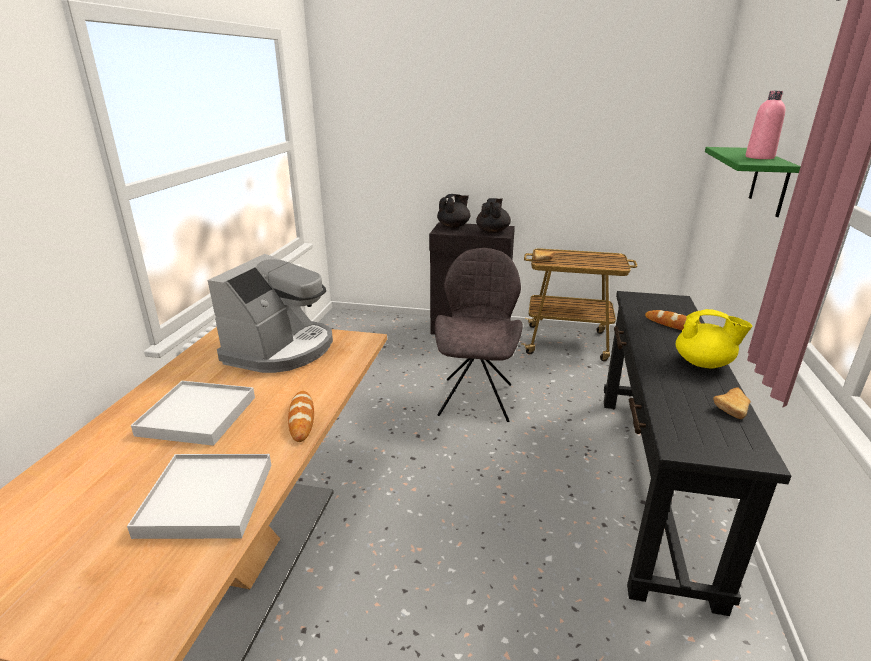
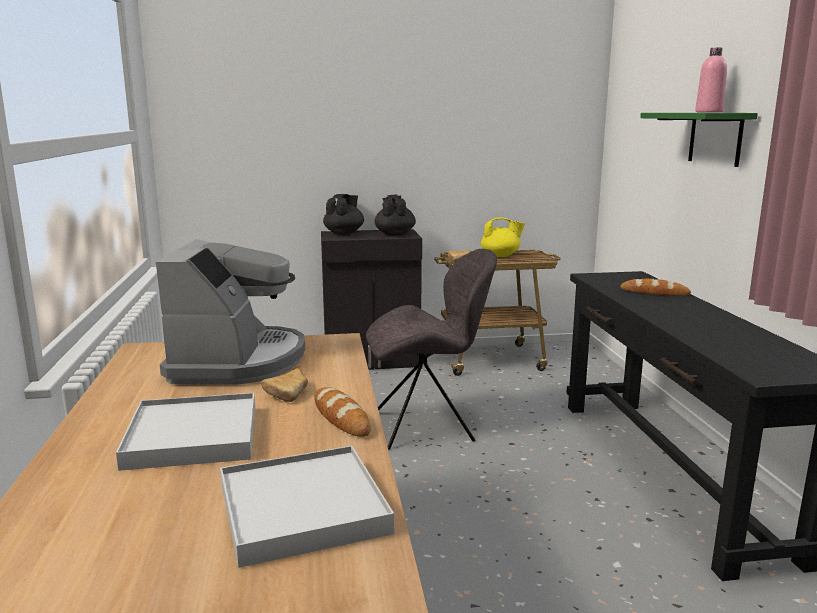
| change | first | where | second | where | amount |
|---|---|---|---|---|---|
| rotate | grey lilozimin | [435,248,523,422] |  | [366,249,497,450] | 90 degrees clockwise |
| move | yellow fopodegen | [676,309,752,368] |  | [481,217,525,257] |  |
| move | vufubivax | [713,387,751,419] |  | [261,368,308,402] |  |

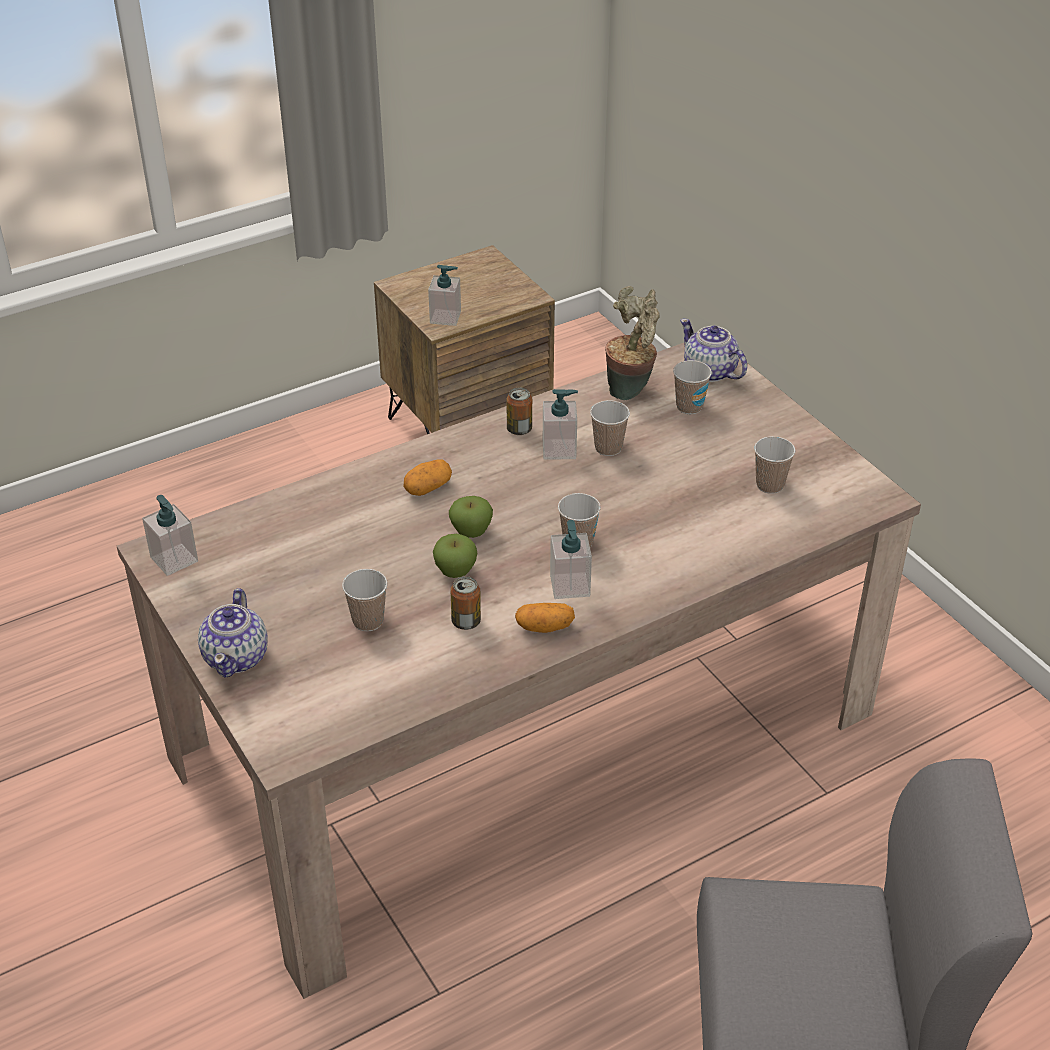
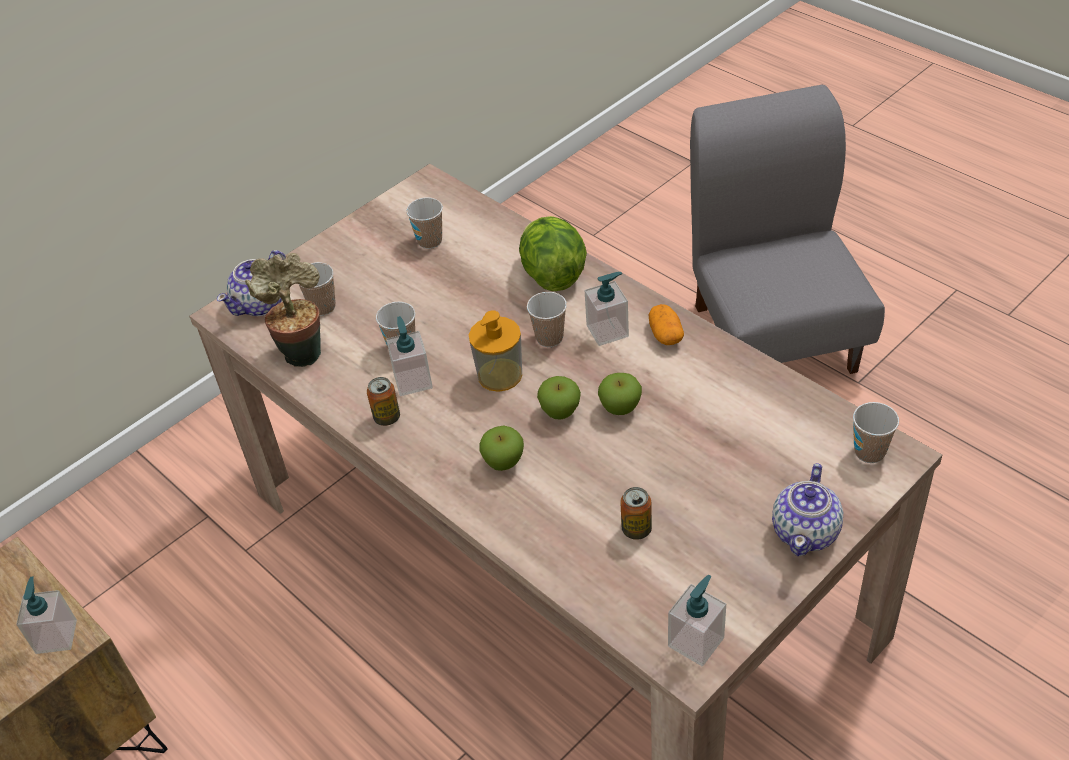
| change | first | where | second | where | amount |
|---|---|---|---|---|---|
| replace | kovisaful | [404,460,452,496] | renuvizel | [479,425,524,471] |  |
| move | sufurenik | [342,569,387,631] |  | [853,402,899,463] |  |
| move | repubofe | [451,576,481,630] |  | [620,487,652,540] |  |
| rotate | fopodegen | [198,588,268,677] |  | [772,463,843,556] | 120 degrees clockwise |
| insert |  |  | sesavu | [519,216,587,291] |  |
| insert |  |  | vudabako | [469,310,522,392] |  |

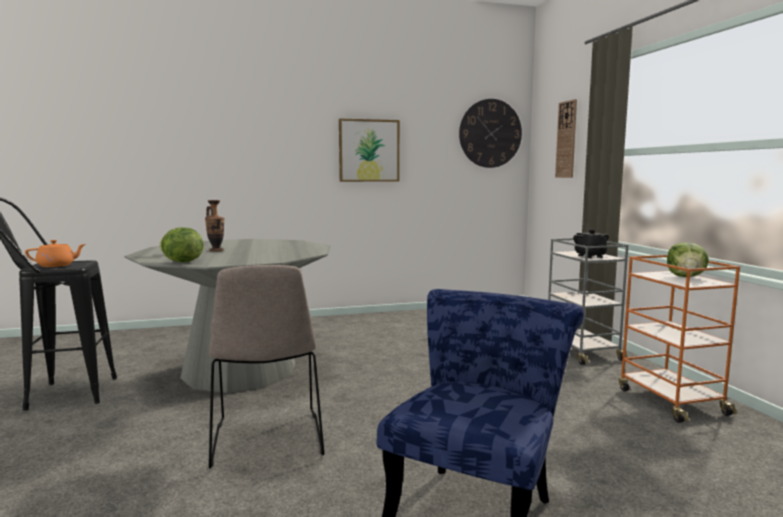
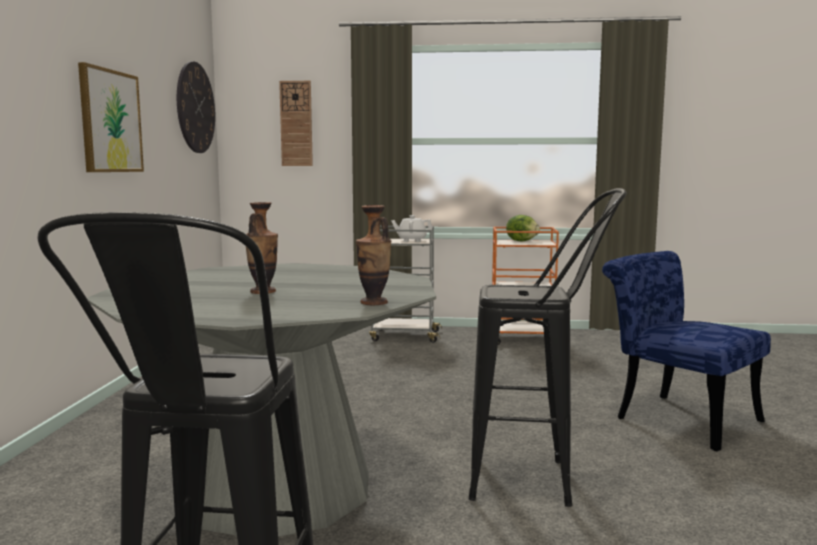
| change | first | where | second | where | amount |
|---|---|---|---|---|---|
| replace | sesavu | [159,227,204,262] | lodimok | [356,205,391,305] |  |
| recolor | black fopodegen | [573,230,609,258] | white fopodegen | [391,215,432,242] |  |
| delete | orange fopodegen | [25,240,86,267] |  |  |  |
| replace | beige lilozimin | [209,265,324,469] | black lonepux | [469,188,627,507] |  |

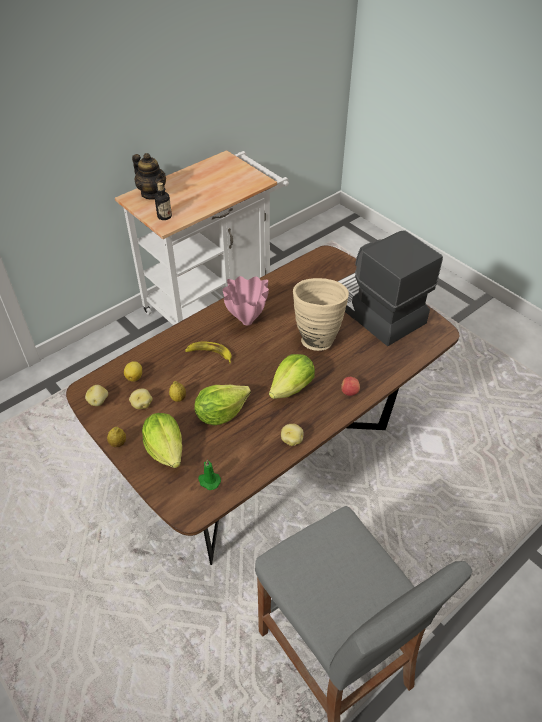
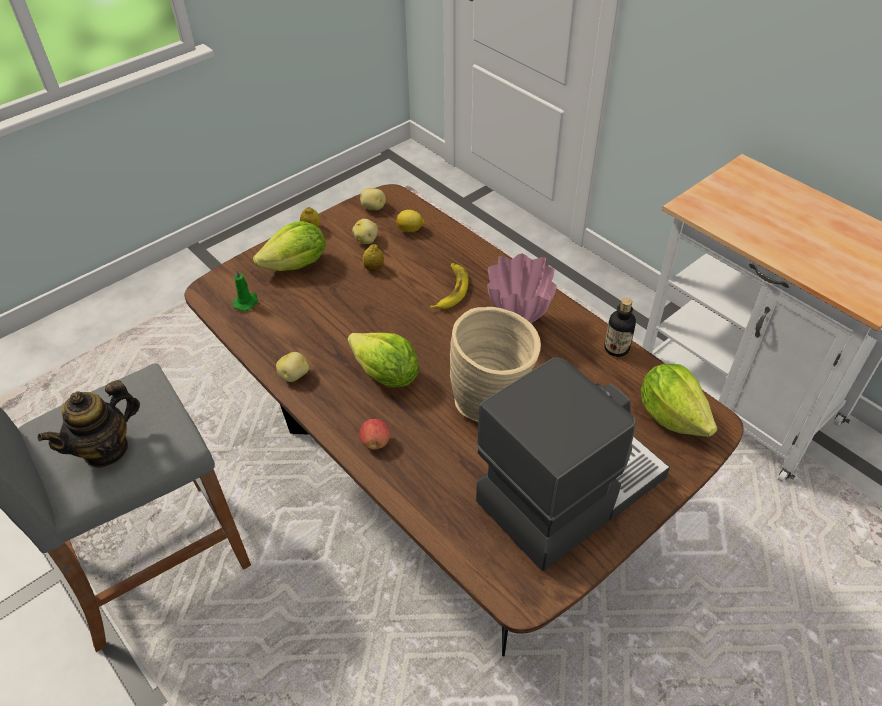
| change | first | where | second | where | amount |
|---|---|---|---|---|---|
| move | fopodegen | [132,153,166,200] |  | [38,380,140,468] |  |
| move | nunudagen | [155,182,172,220] |  | [604,298,636,357] |  |
| move | sesavu | [194,385,251,425] |  | [641,364,718,437] |  |

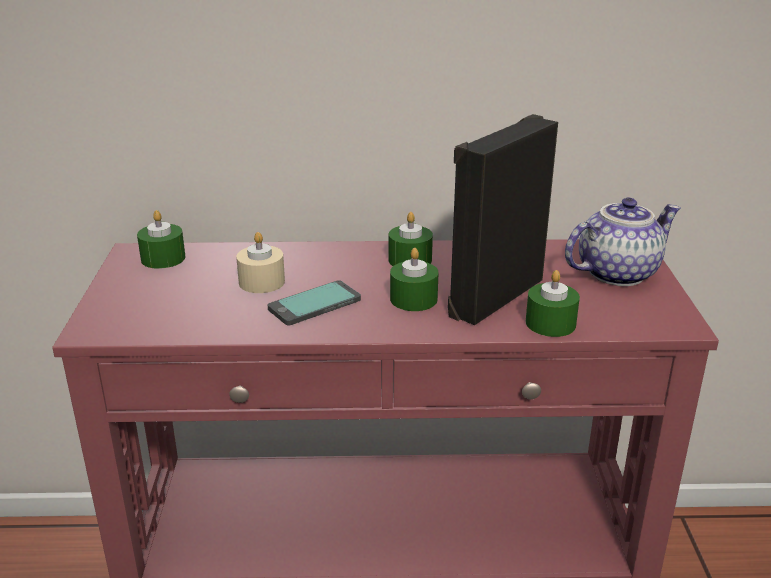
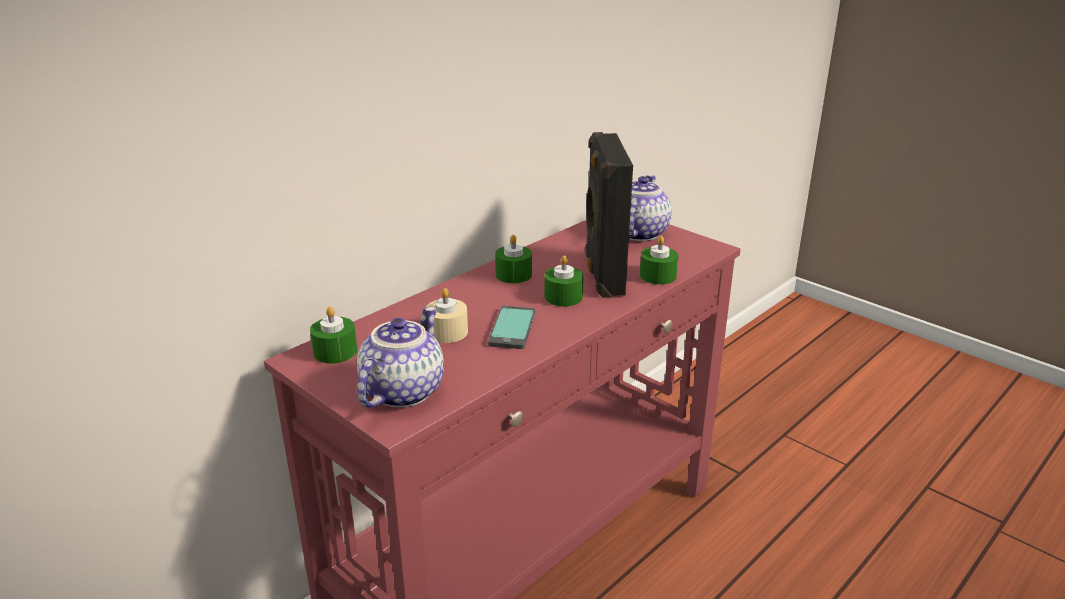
| change | first | where | second | where | amount |
|---|---|---|---|---|---|
| insert |  |  | fopodegen | [357,307,444,408] |  |

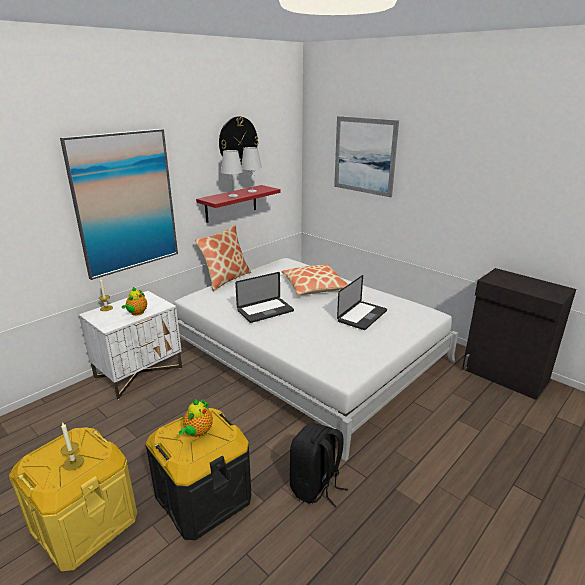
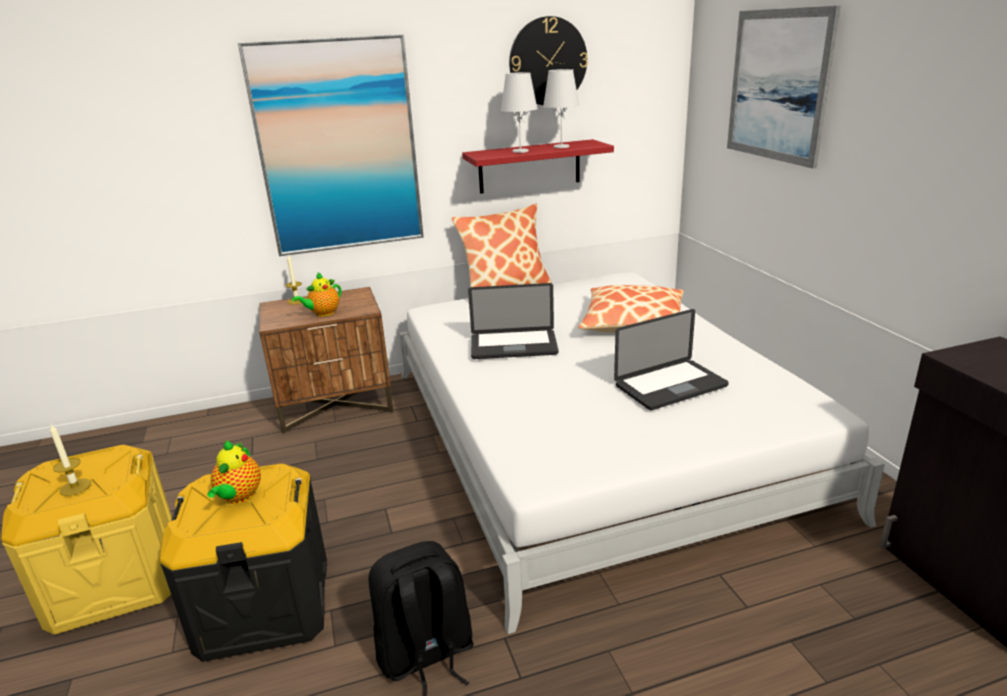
| change | first | where | second | where | amount |
|---|---|---|---|---|---|
| recolor | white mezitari | [79,291,182,400] | brown mezitari | [259,287,393,434] |  |
| rotate | fopodegen | [179,399,213,438] |  | [207,441,261,504] | 45 degrees counterclockwise |

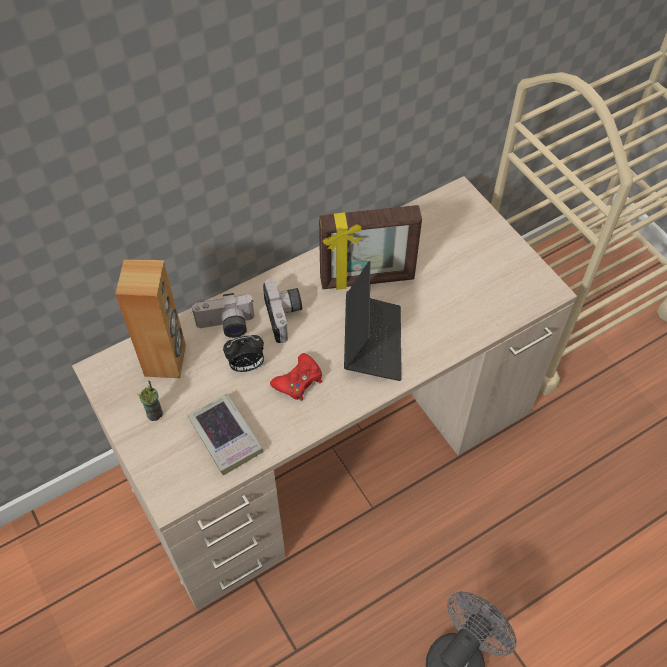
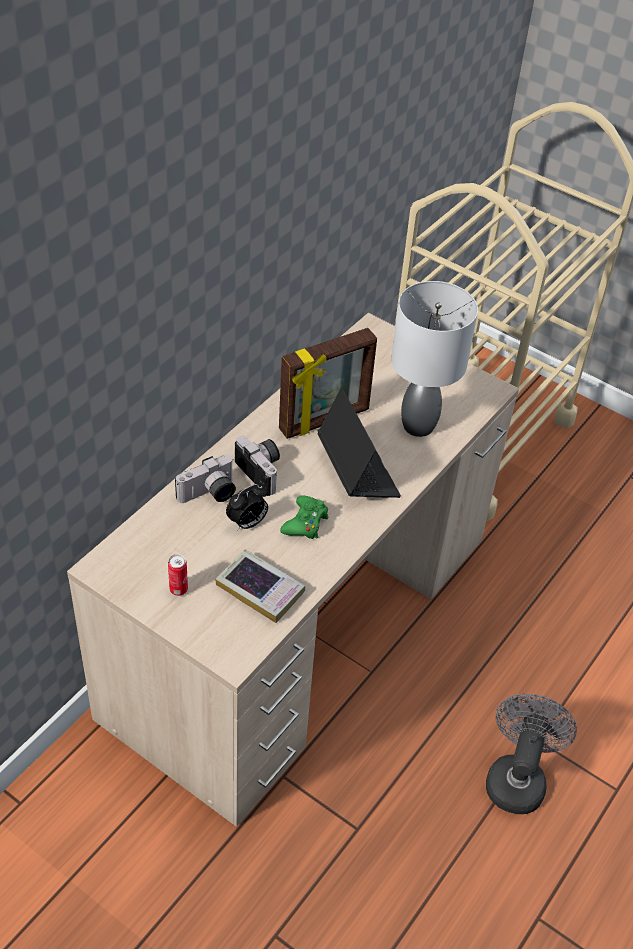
| change | first | where | second | where | amount |
|---|---|---|---|---|---|
| delete | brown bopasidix | [115,260,186,378] |  |  |  |
| recolor | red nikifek | [270,353,322,401] | green nikifek | [280,495,329,539] |  |
| replace | sufurenik | [137,380,163,421] | repubofe | [168,554,188,596] |  |
| insert |  |  | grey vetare | [391,281,478,437] |  |

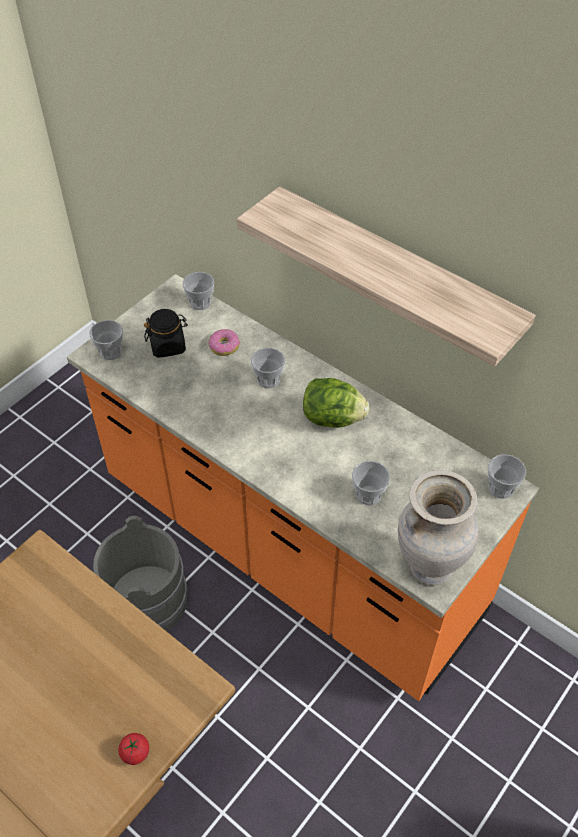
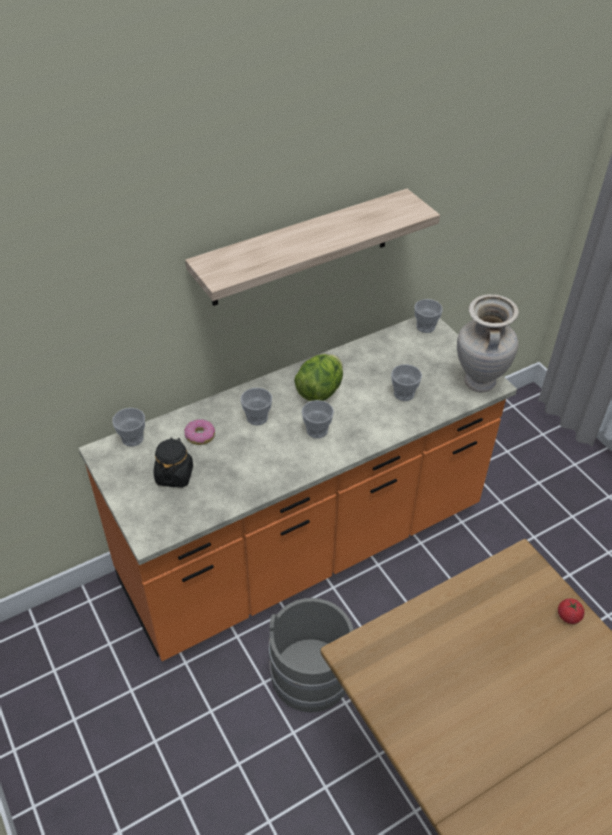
| change | first | where | second | where | amount |
|---|---|---|---|---|---|
| move | sufurenik | [90,320,123,360] |  | [302,400,334,439] |  |

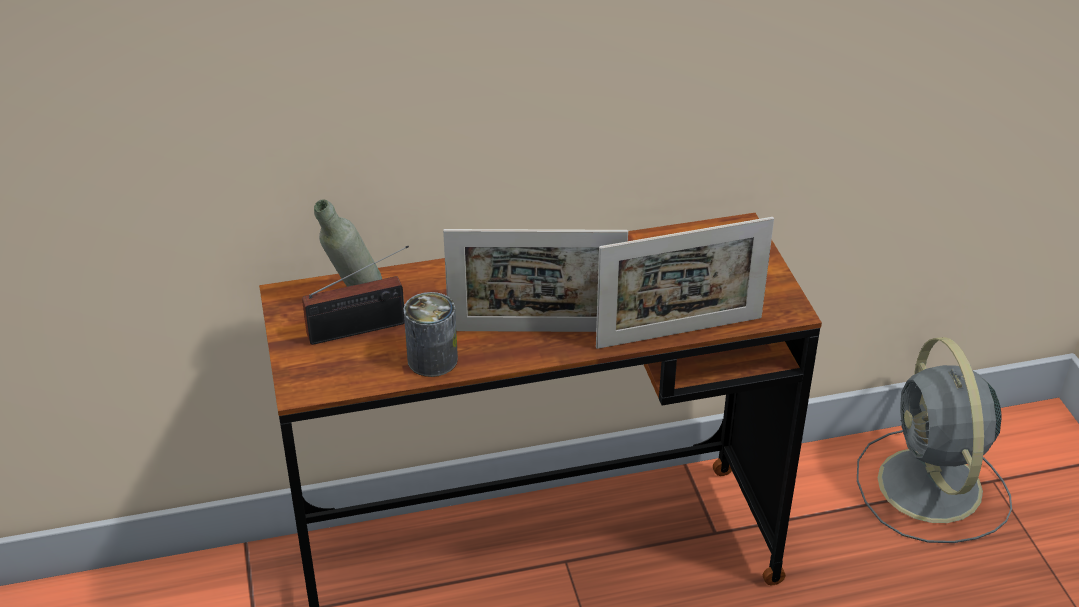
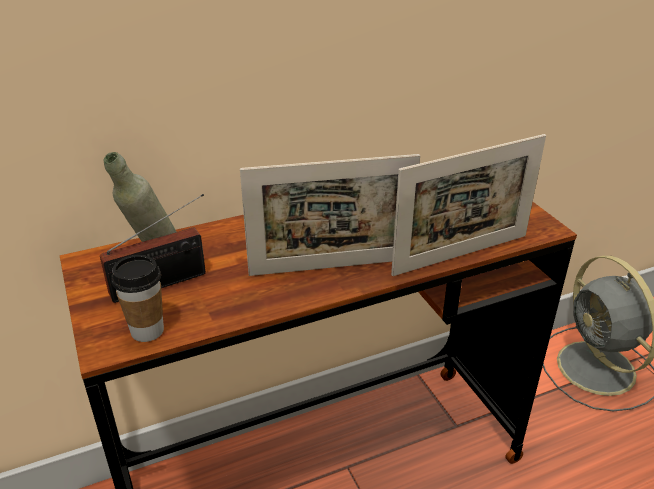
| change | first | where | second | where | amount |
|---|---|---|---|---|---|
| delete | repubofe | [404,292,458,377] |  |  |  |
| insert |  |  | sufurenik | [111,255,164,342] |  |

